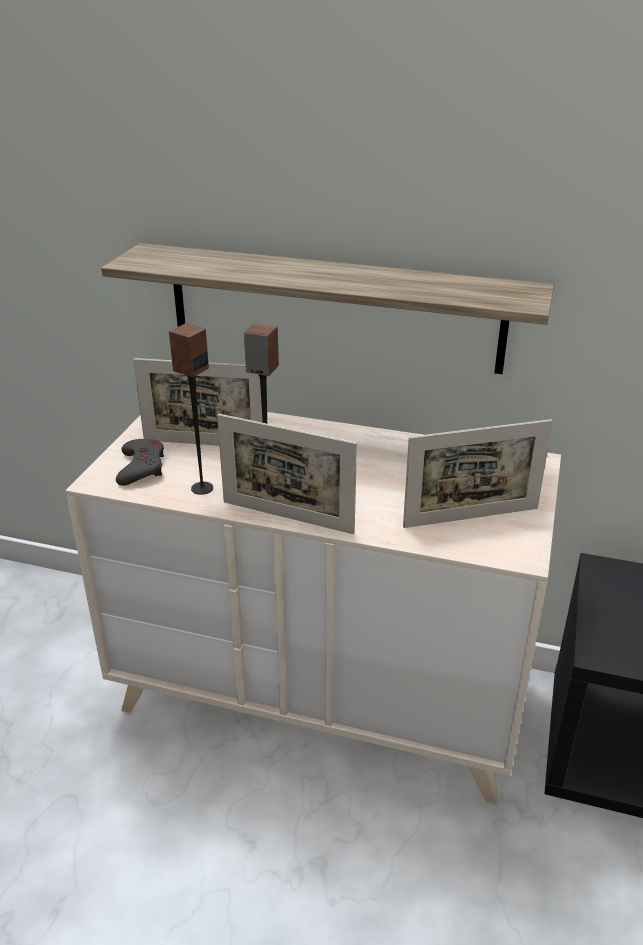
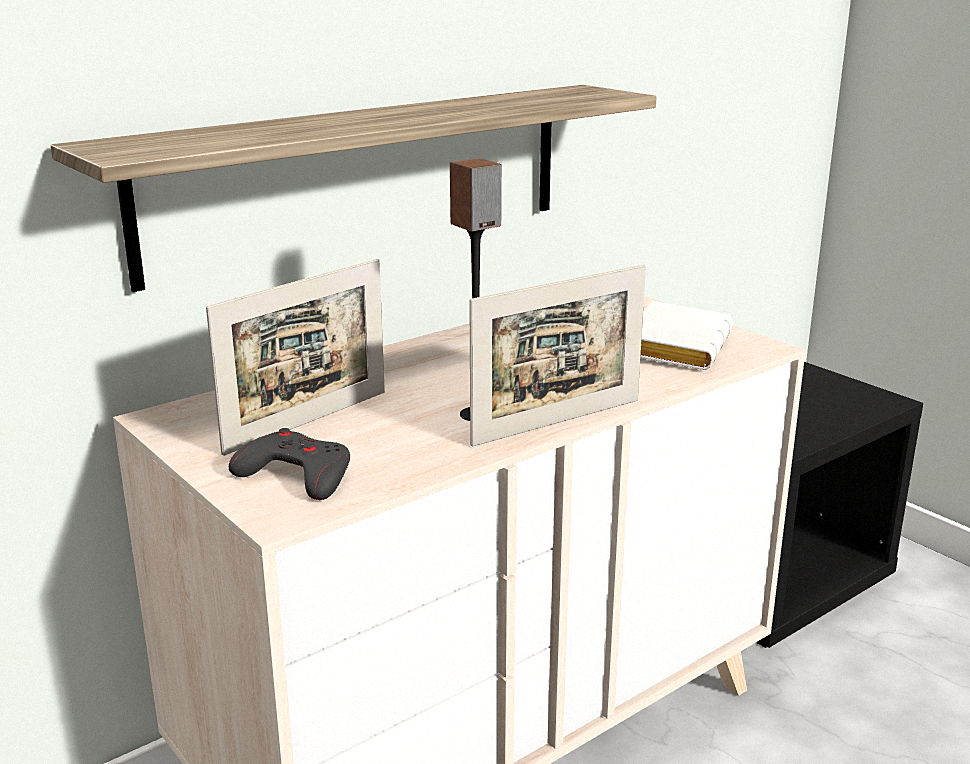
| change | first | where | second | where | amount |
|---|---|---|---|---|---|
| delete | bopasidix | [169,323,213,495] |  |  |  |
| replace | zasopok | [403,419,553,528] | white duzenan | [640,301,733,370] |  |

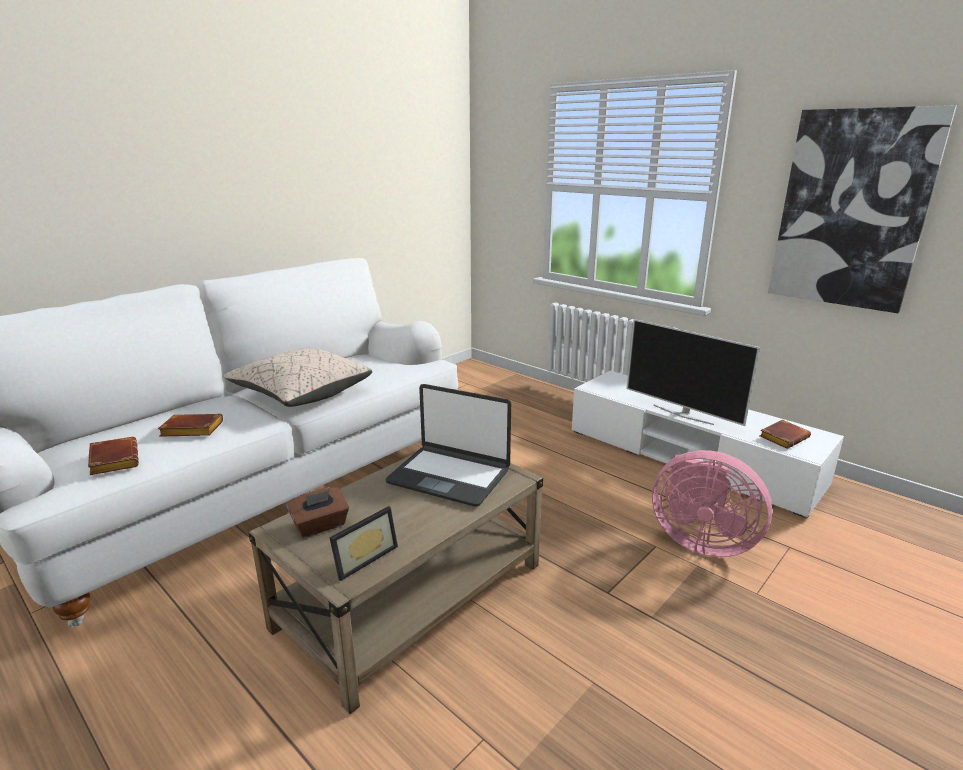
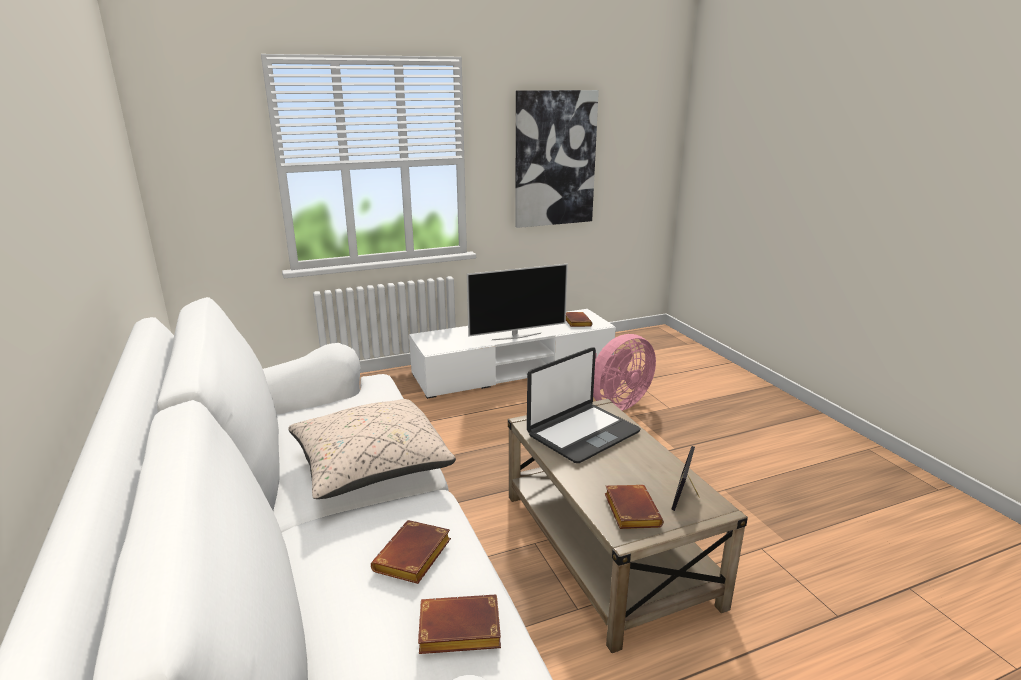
| change | first | where | second | where | amount |
|---|---|---|---|---|---|
| replace | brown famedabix | [286,487,349,538] | brown duzenan | [605,485,664,529] |  |
| rotate | zasopok | [329,506,398,581] |  | [672,446,700,511] | 135 degrees counterclockwise |

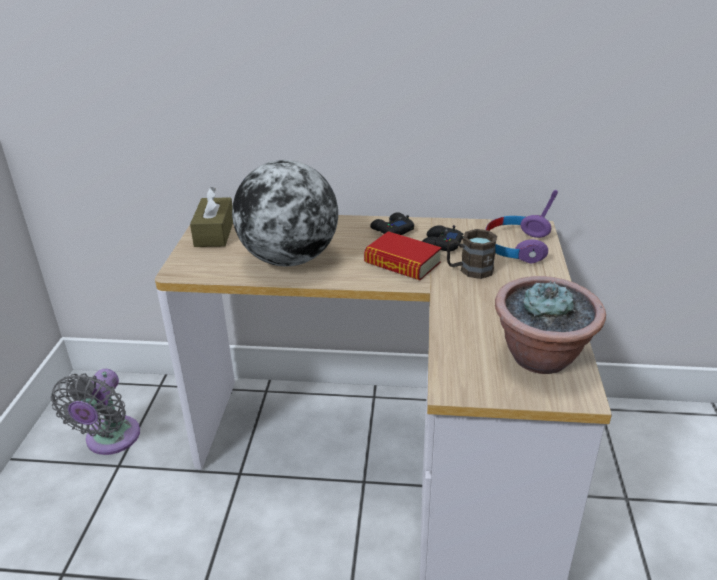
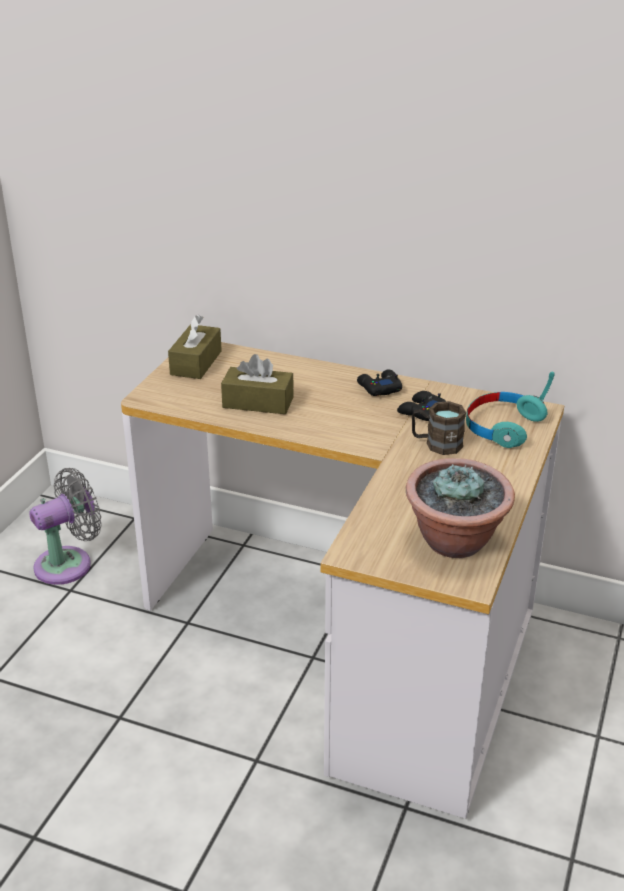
| change | first | where | second | where | amount |
|---|---|---|---|---|---|
| replace | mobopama | [232,160,338,266] | brown famedabix | [221,354,294,414] |  |
| recolor | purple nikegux | [485,190,558,263] | turquoise nikegux | [466,372,555,448] |  |
| delete | duzenan | [364,231,442,280] |  |  |  |
| rotate | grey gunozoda | [51,369,140,455] |  | [29,468,102,585] | 150 degrees counterclockwise |

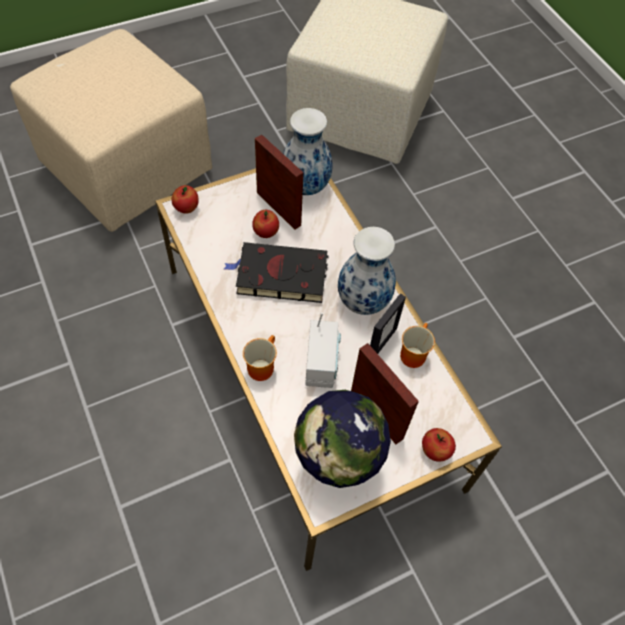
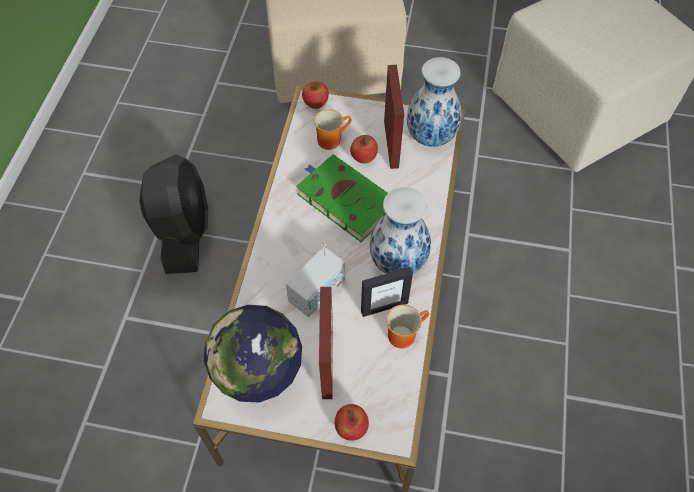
| change | first | where | second | where | amount |
|---|---|---|---|---|---|
| recolor | black duzenan | [224,242,328,303] | green duzenan | [296,154,388,242] |  |
| move | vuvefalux | [243,335,277,381] |  | [314,109,352,150] |  |
| insert |  |  | black gunozoda | [139,154,208,274] |  |

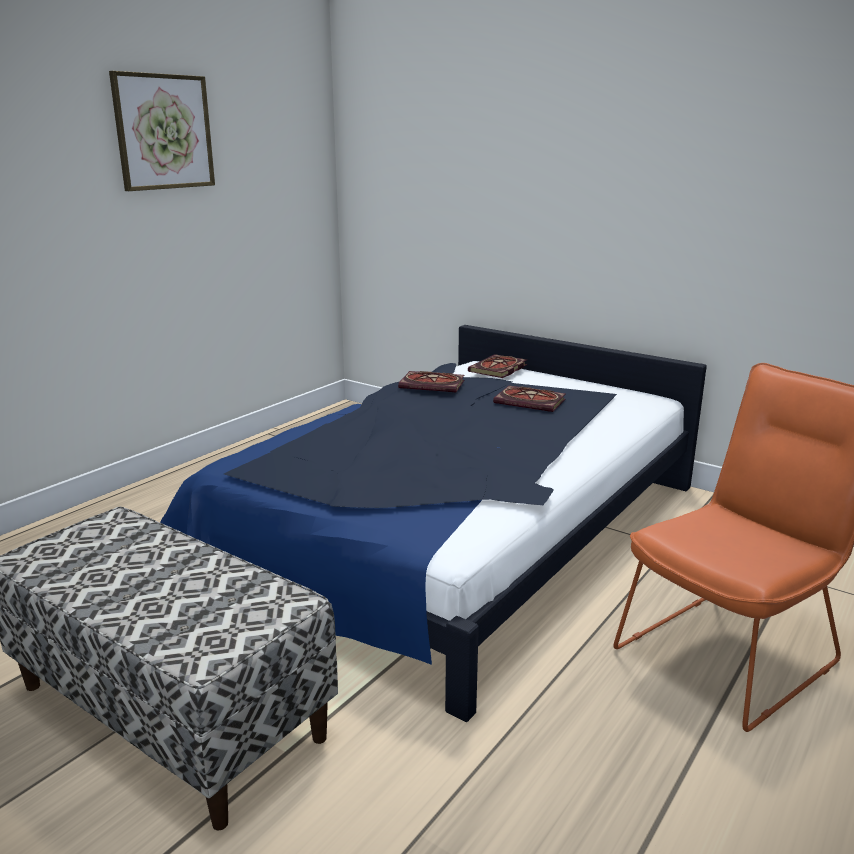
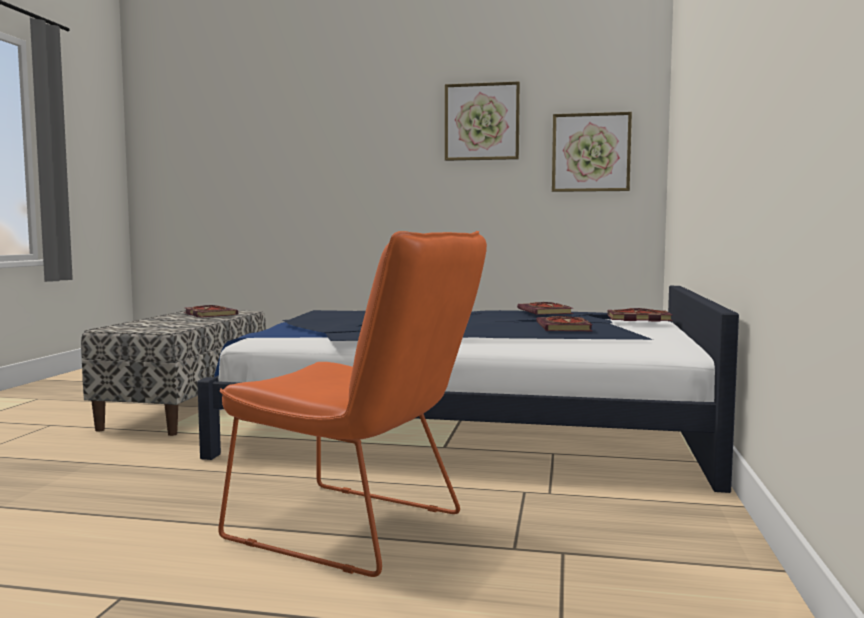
| change | first | where | second | where | amount |
|---|---|---|---|---|---|
| insert |  |  | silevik | [552,112,632,192] |  |
| insert |  |  | duzenan | [184,305,238,318] |  |

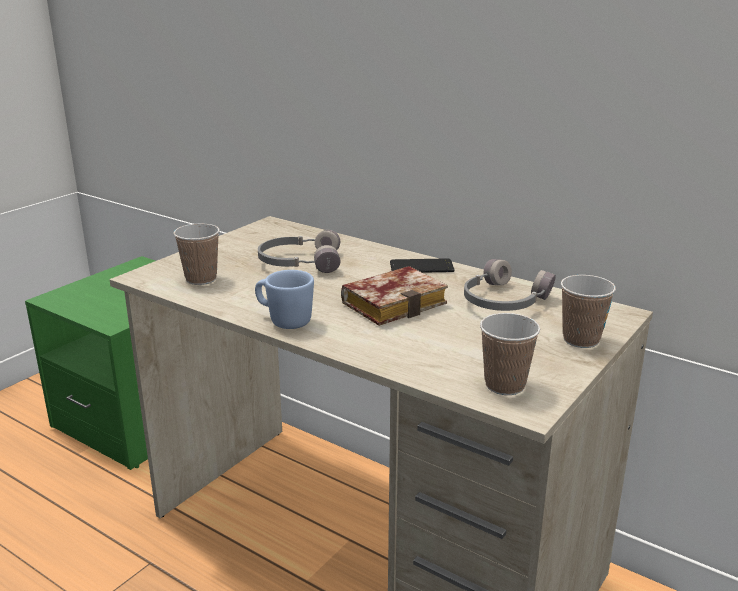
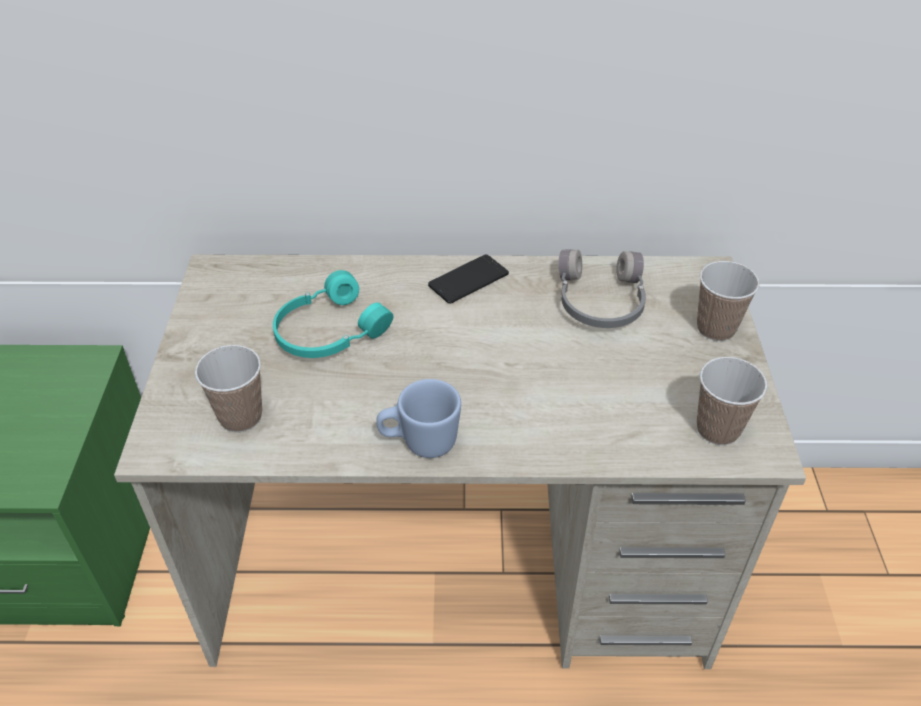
| change | first | where | second | where | amount |
|---|---|---|---|---|---|
| recolor | grey nikegux | [258,230,341,273] | turquoise nikegux | [273,270,393,358] |  |
| delete | duzenan | [341,266,448,326] |  |  |  |

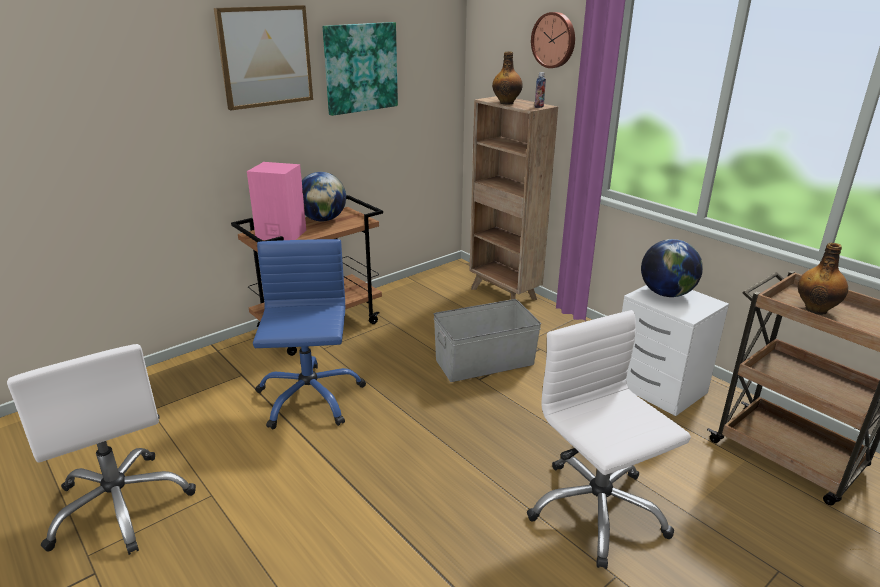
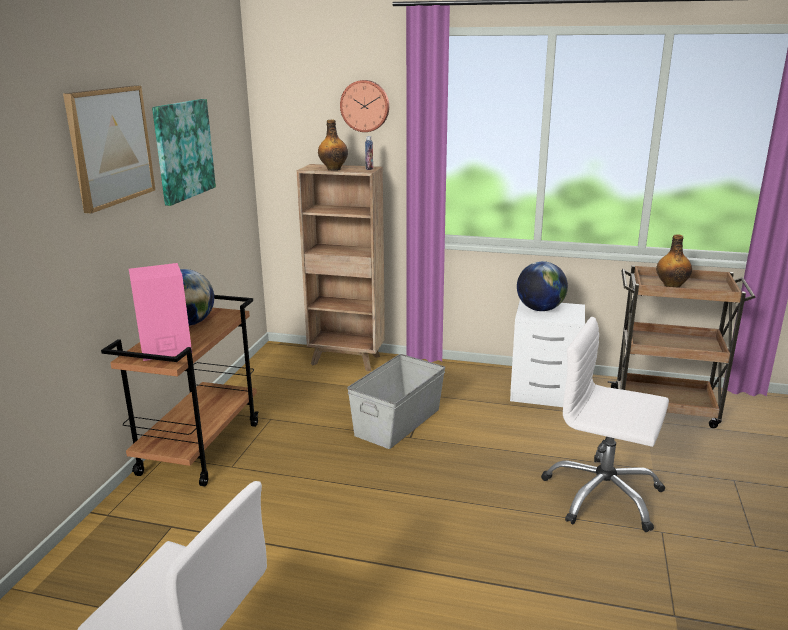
| change | first | where | second | where | amount |
|---|---|---|---|---|---|
| delete | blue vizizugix | [253,239,366,429] |  |  |  |

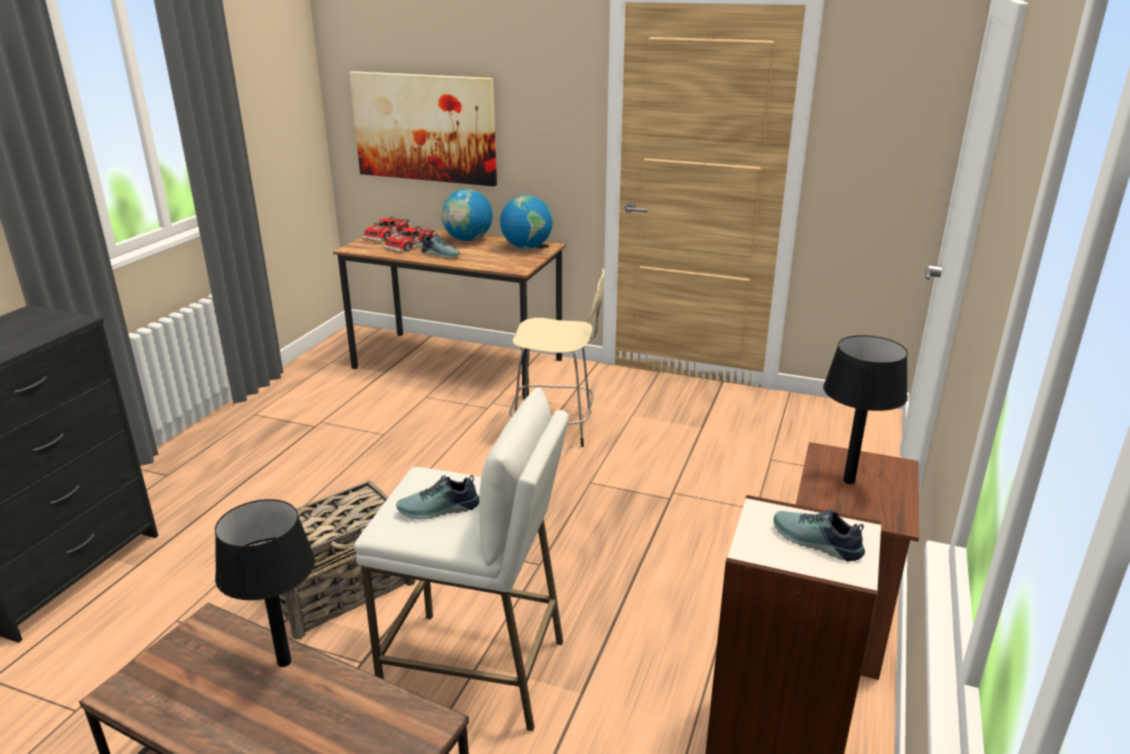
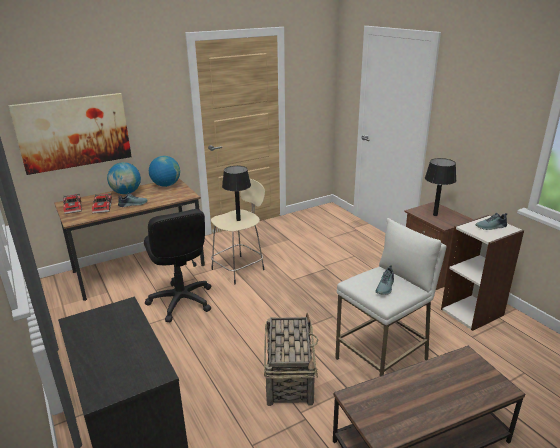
| change | first | where | second | where | amount |
|---|---|---|---|---|---|
| move | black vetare | [215,499,315,667] |  | [222,166,251,221] |  |
| insert |  |  | black vizizugix | [144,209,211,322] |  |

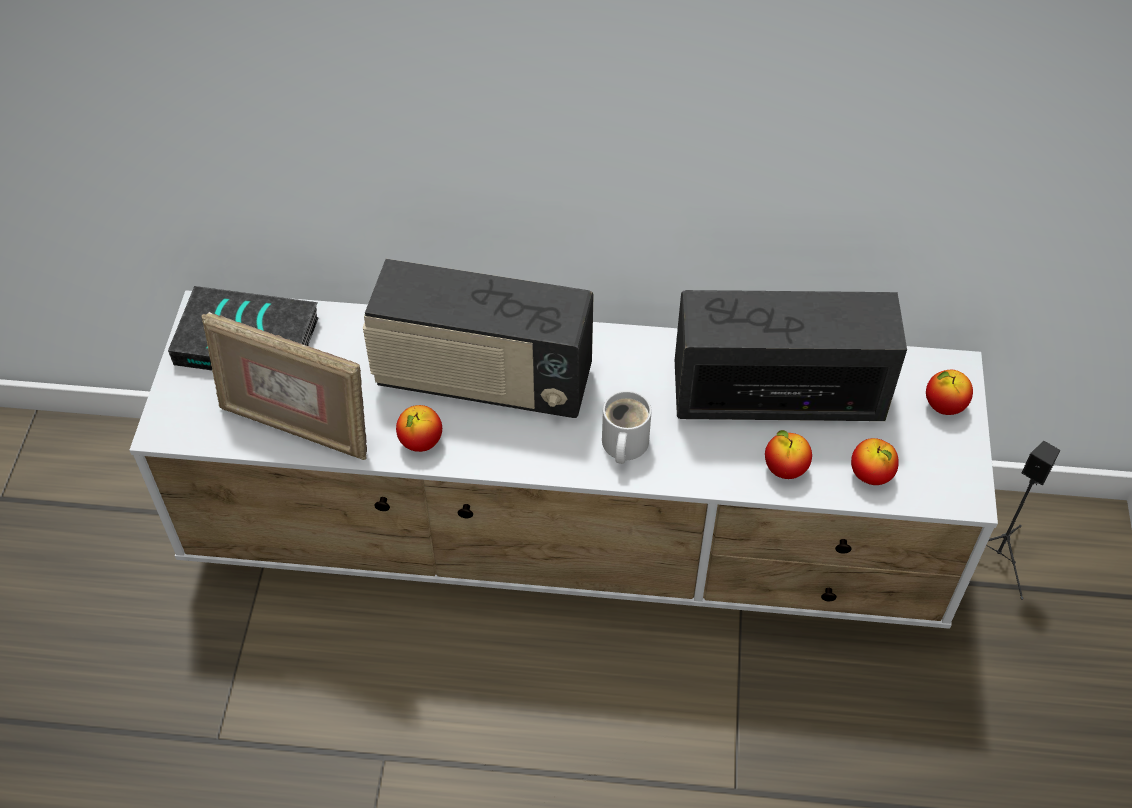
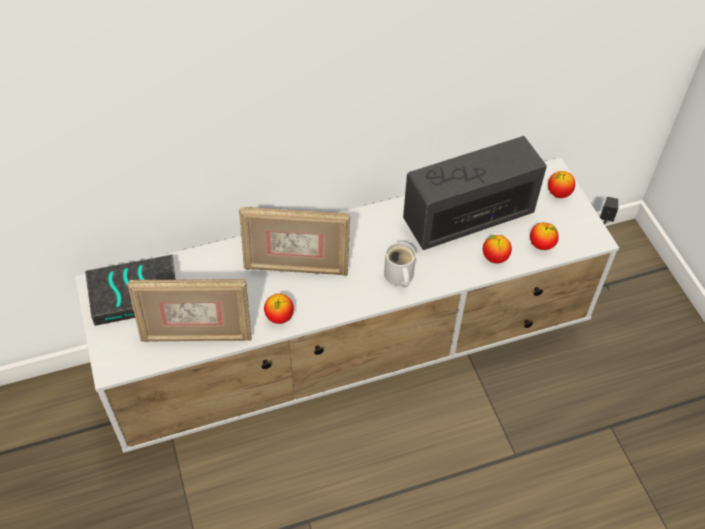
| change | first | where | second | where | amount |
|---|---|---|---|---|---|
| replace | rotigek | [363,259,594,418] | zasopok | [239,207,350,276] |  |

